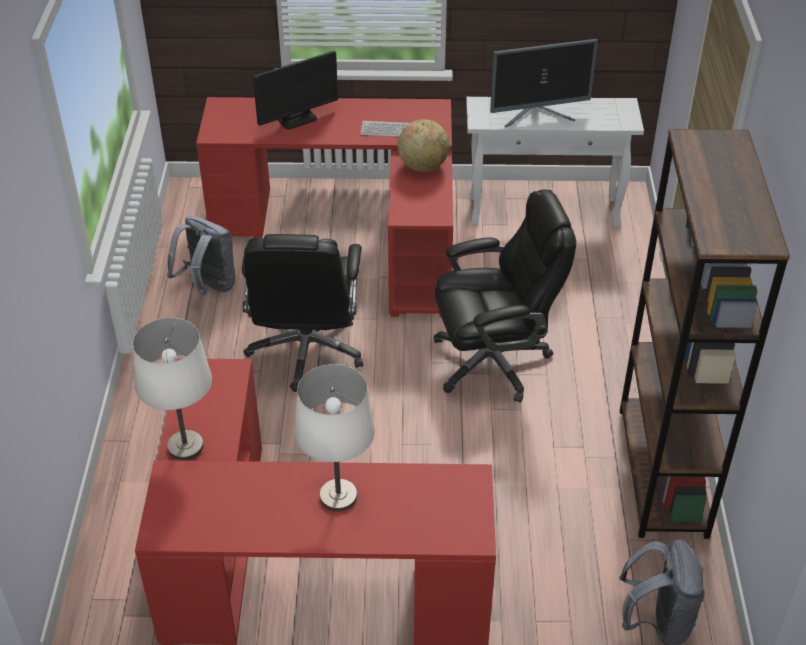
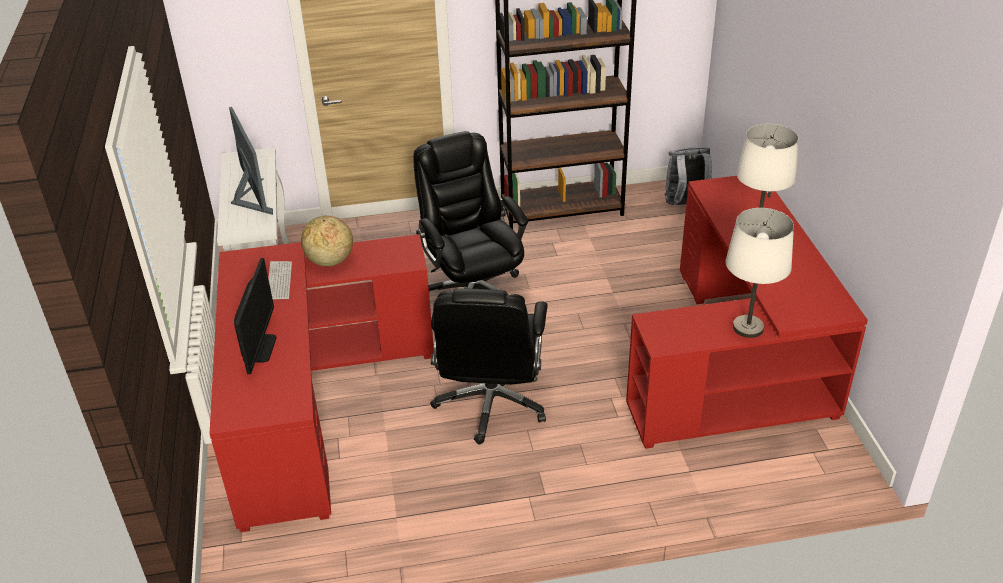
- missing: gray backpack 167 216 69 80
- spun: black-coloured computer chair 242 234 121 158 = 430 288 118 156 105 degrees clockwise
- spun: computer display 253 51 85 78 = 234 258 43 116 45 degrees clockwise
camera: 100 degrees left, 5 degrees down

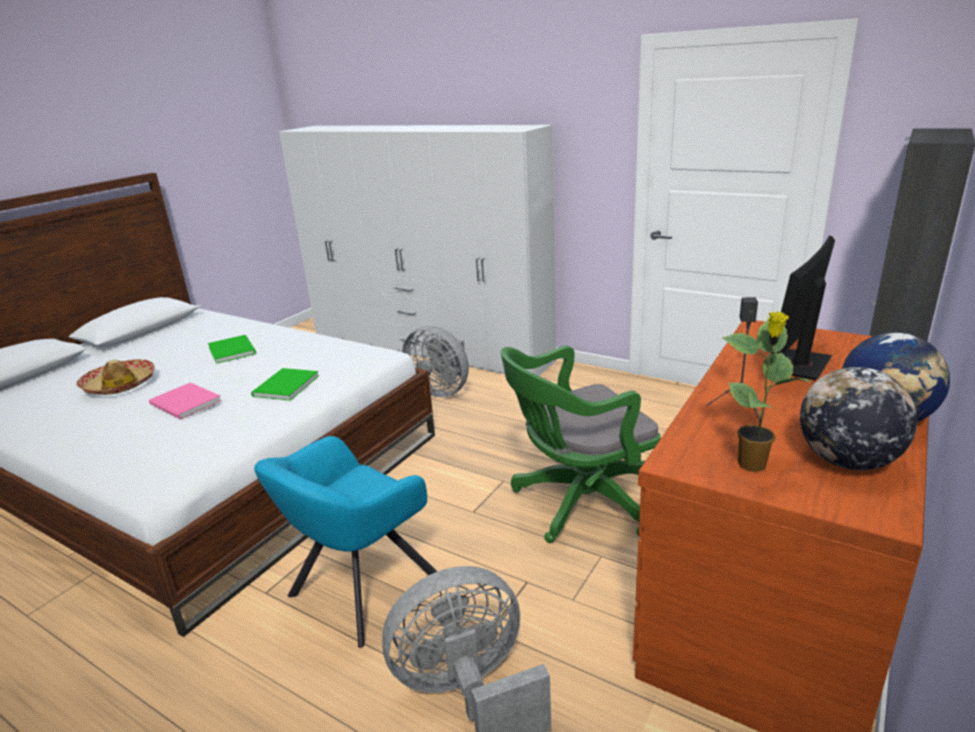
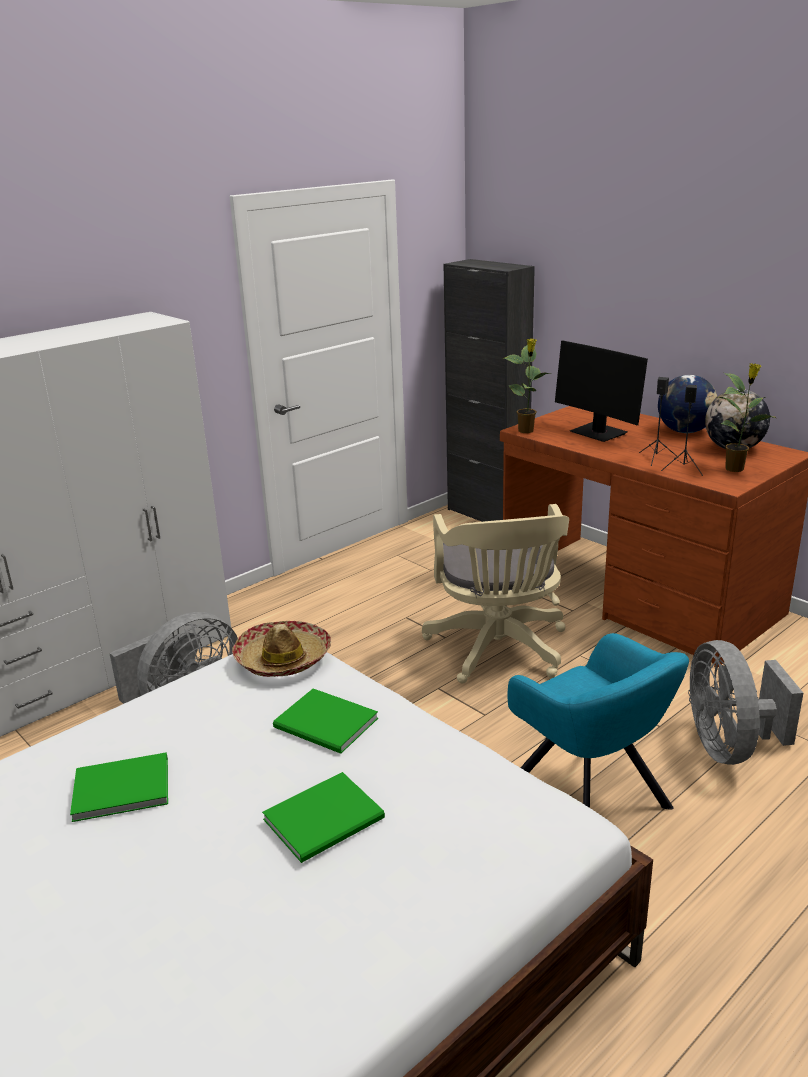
- relocated: clothing hat 76 359 79 36 to 232 621 99 56
- colour: pink-coloured bound book 149 382 73 37 to greenish bound book 262 772 123 91
- colour: greenish computer chair 501 345 160 198 to beige computer chair 422 504 147 180
- appeared: plant in a pot 503 338 47 95
- appeared: black-coloured loudspeaker 661 385 42 91
camera: 75 degrees left, 0 degrees up

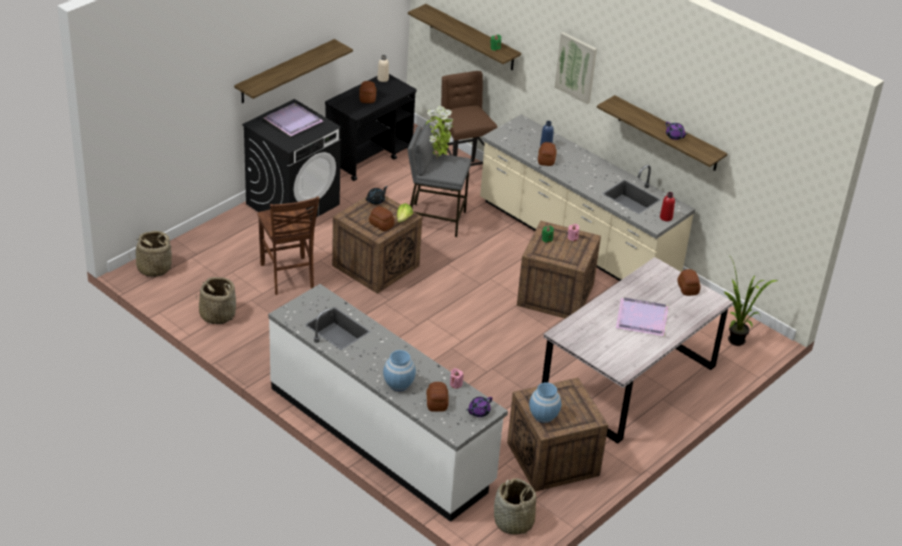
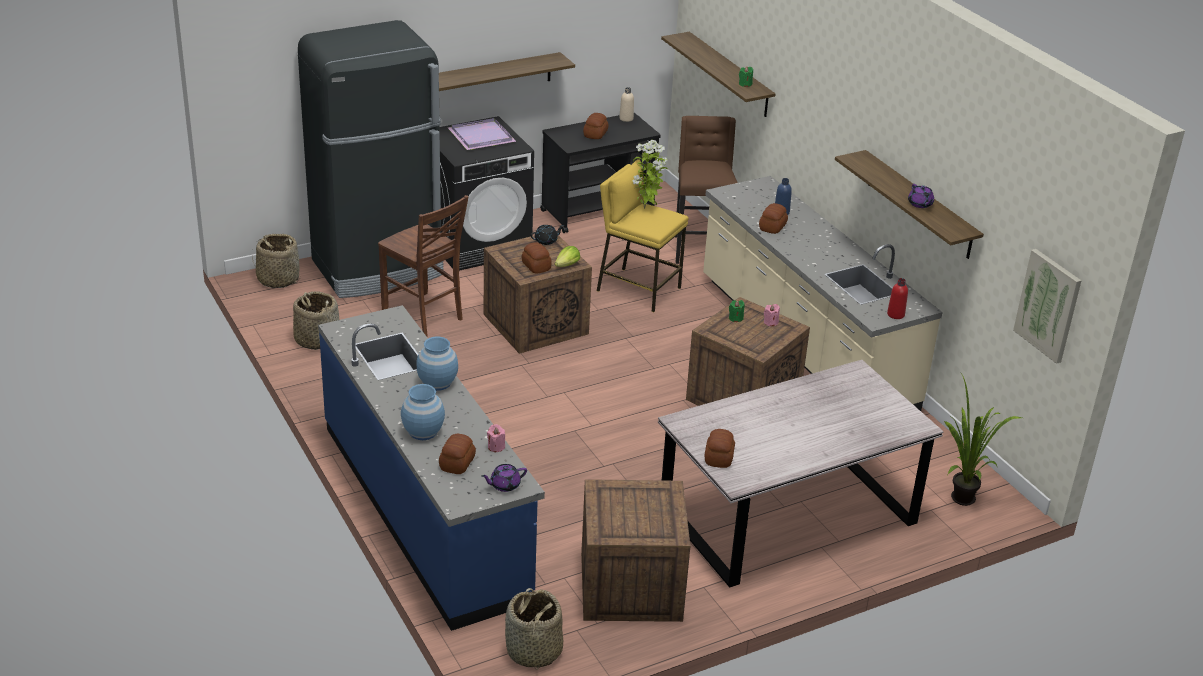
- spun: brownish upright chair 257 196 63 99 = 378 195 91 142 45 degrees counterclockwise
- colour: whitish counter 268 284 240 238 to blue-coloured counter 318 305 227 326
- colour: gray sitting stool 407 121 65 116 to yellowish sitting stool 597 159 92 153
- relocated: blue-coloured decorative vase 529 383 32 40 to 417 336 41 55
- relocated: wall art 555 32 42 72 to 1013 249 69 115
- missing: purple-coloured tray 616 298 53 38
- relocated: bakery bread 677 269 24 27 to 704 429 31 39
- appeared: black-coloured fridge 298 20 145 278
camera: 20 degrees right, 5 degrees down

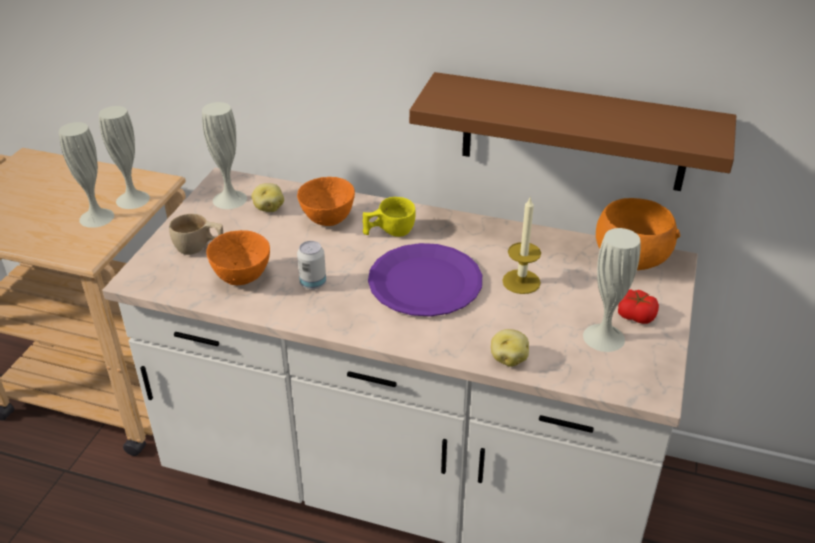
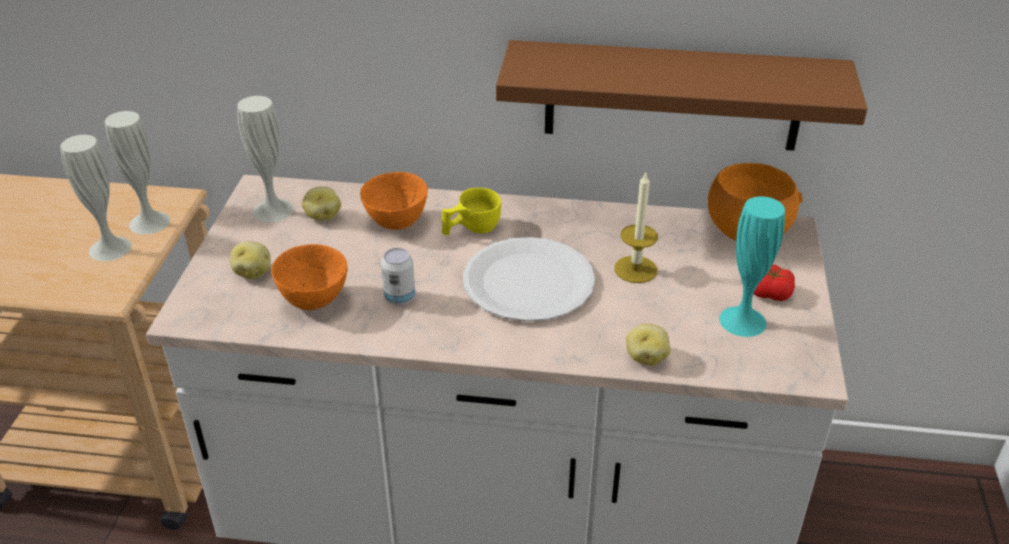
- exchanged: beige cup 169 214 54 41 to whole potato 230 241 41 38
- colour: purple-coloured flat dish 368 243 114 74 to whitish flat dish 463 237 132 84
- colour: whitish decorative vase 583 228 57 124 to turquoise decorative vase 719 196 66 141
camera: 10 degrees left, 0 degrees up

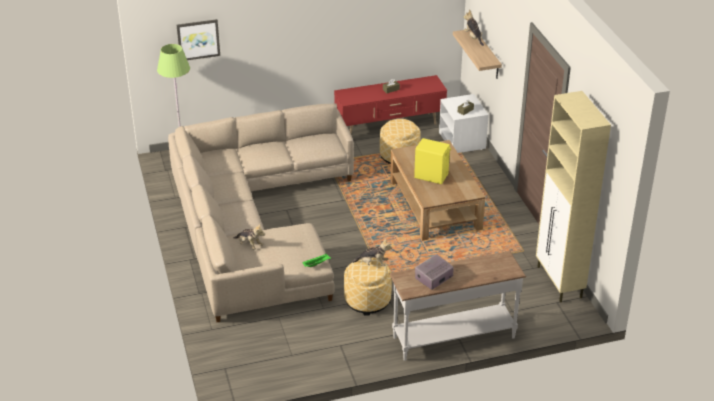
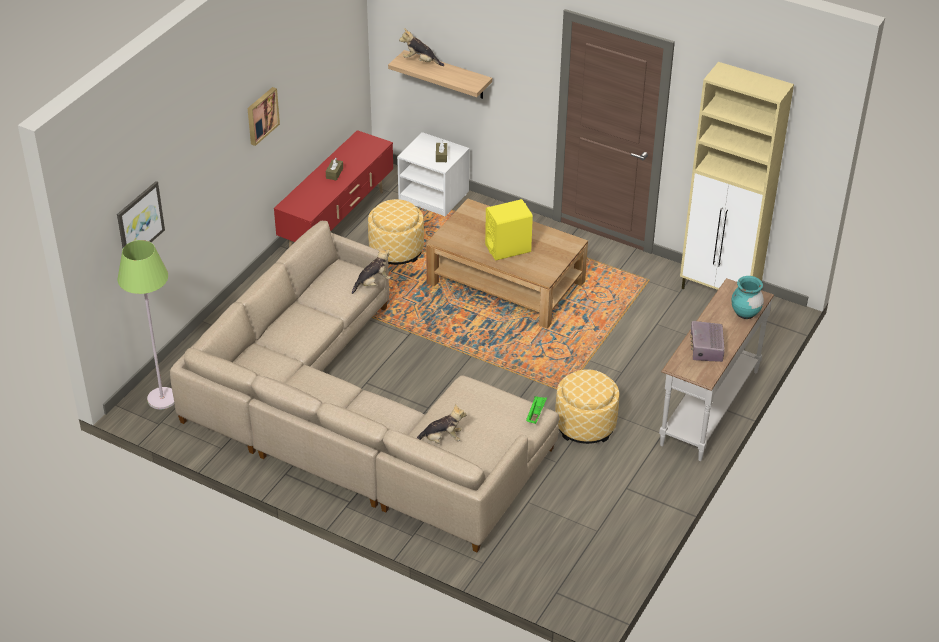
- relocated: soft toy 352 239 40 27 to 352 246 39 48
- appeared: wall art 248 87 32 59
- appeared: turquoise decorative vase 731 276 33 43
camera: 45 degrees left, 5 degrees up

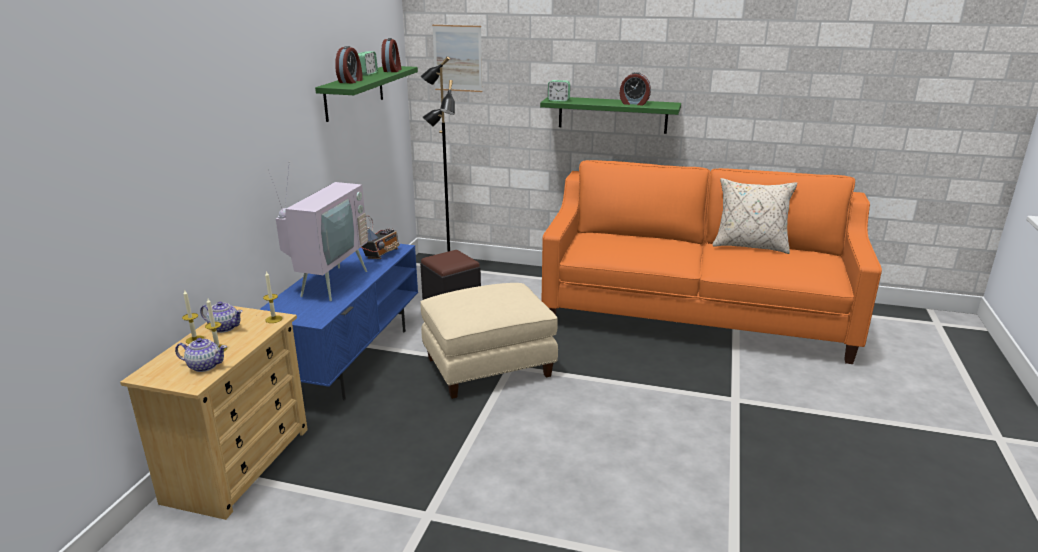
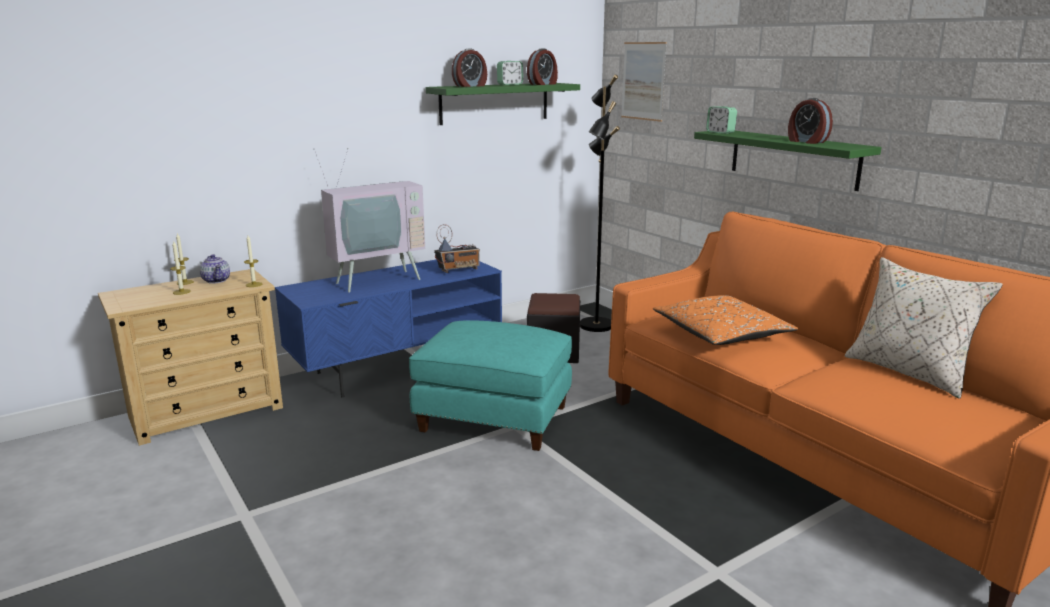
- missing: tea pot 175 338 52 34
- colour: beige pouffe 421 283 137 116 to turquoise pouffe 409 320 163 131
- appeared: orange cushion 653 295 145 50
camera: 40 degrees right, 5 degrees down

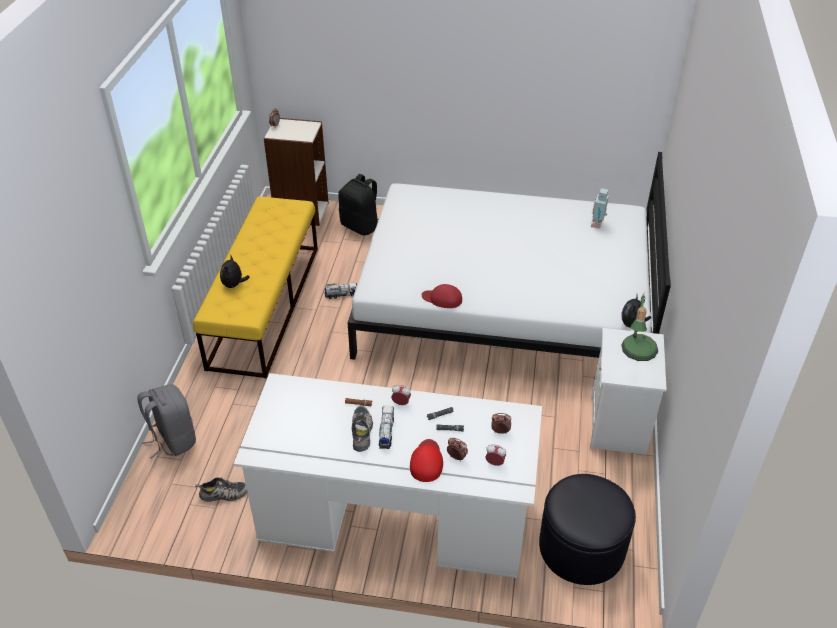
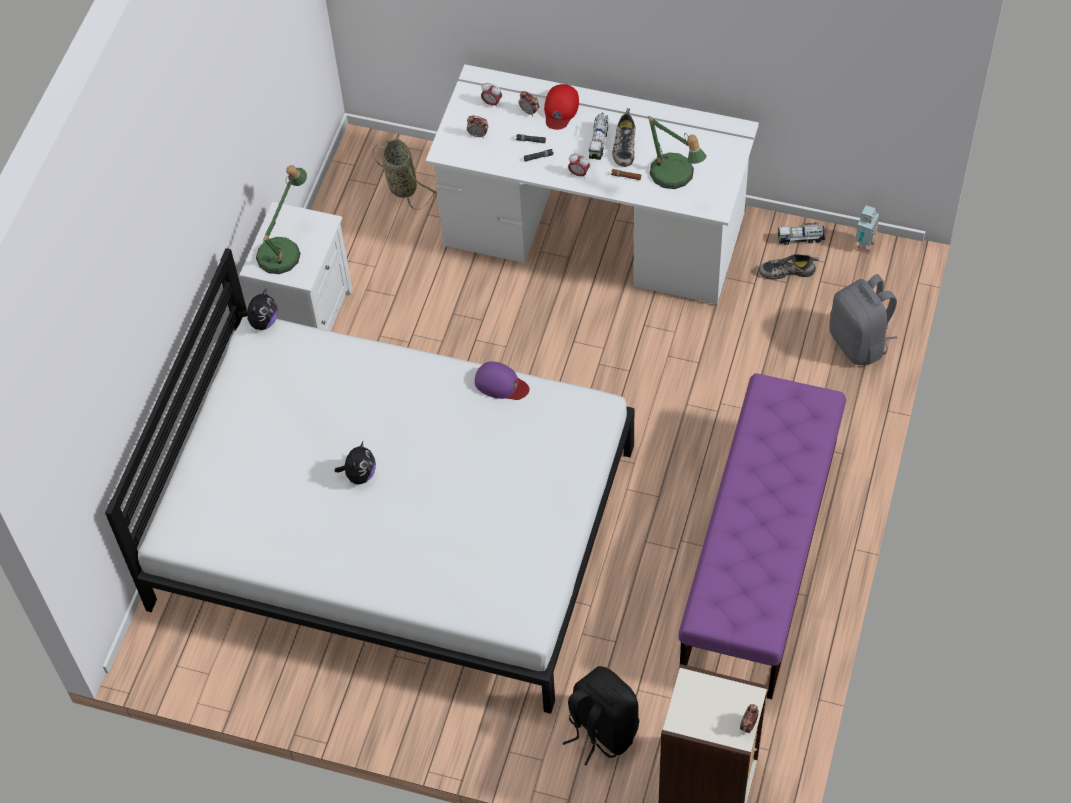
- colour: yellowish bench 193 196 125 182 to purple-coloured bench 679 373 167 326
- relocated: soft toy 220 256 30 33 to 335 442 41 42
- relocated: toy lorry 324 282 33 17 to 778 223 47 22
- colour: red-coloured baseball cap 422 284 40 24 to purple-coloured baseball cap 475 361 55 39
- exchanged: black-coloured pouffe 539 474 97 111 to storage basket 373 139 64 71
- relocated: toy robot 591 188 18 41 to 855 205 24 49
- appeared: lamp for a table 648 116 59 73
camera: 170 degrees left, 15 degrees up

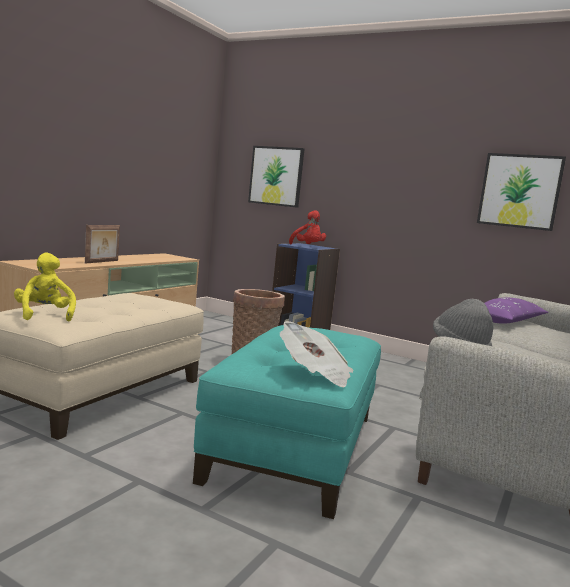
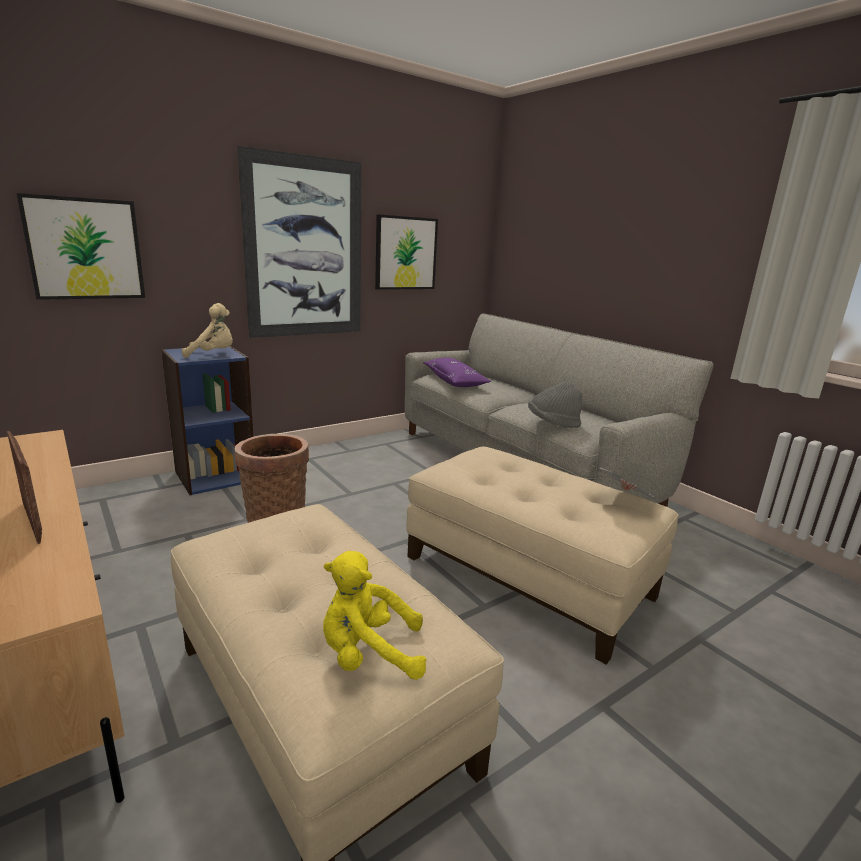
- colour: turquoise pouffe 193 325 188 194 to beige pouffe 406 446 273 218
- colour: red-coloured soft toy 289 210 37 34 to beige soft toy 182 303 51 55
- appeared: wall art 237 146 125 192
camera: 65 degrees left, 10 degrees up

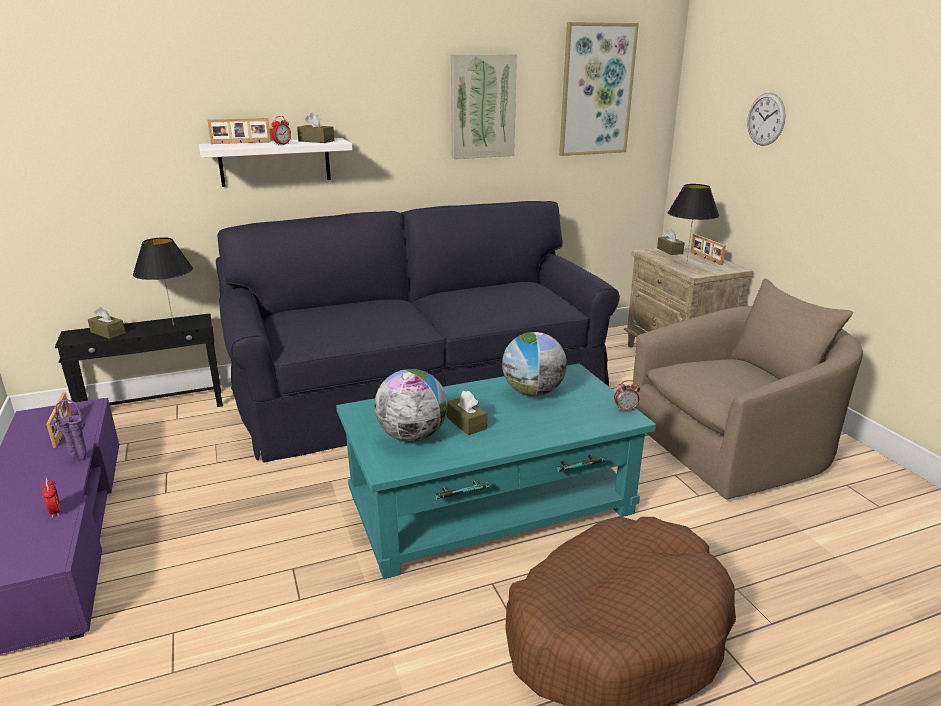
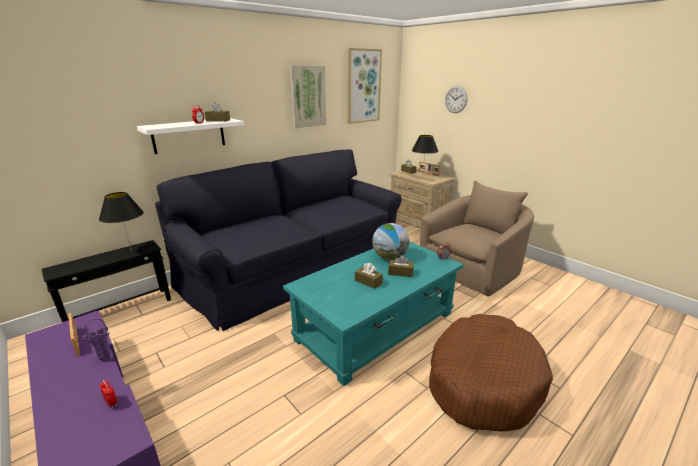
- relocated: brownish tissue box 88 307 38 32 to 388 255 26 22
- missing: picture frame 207 118 64 26
- missing: desk globe 374 369 74 73
camera: 20 degrees left, 0 degrees up

